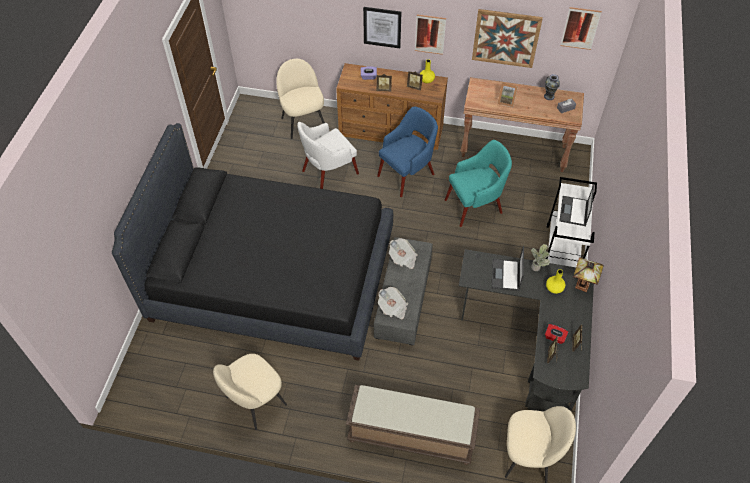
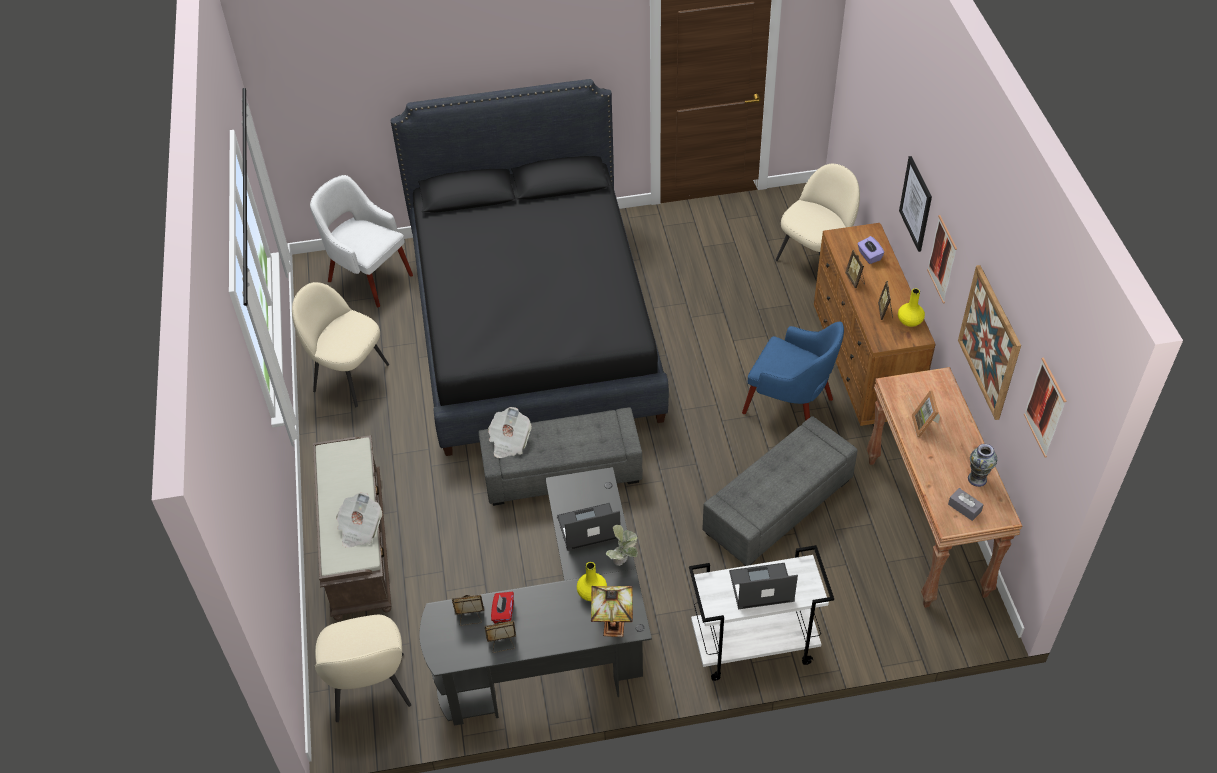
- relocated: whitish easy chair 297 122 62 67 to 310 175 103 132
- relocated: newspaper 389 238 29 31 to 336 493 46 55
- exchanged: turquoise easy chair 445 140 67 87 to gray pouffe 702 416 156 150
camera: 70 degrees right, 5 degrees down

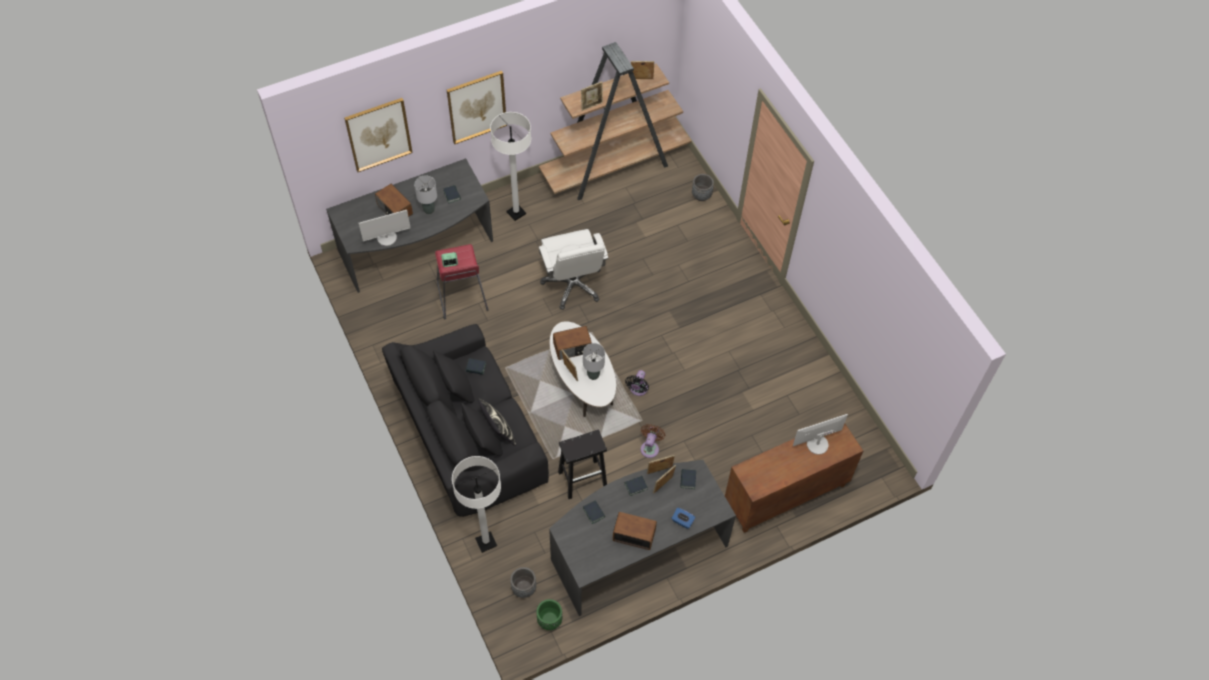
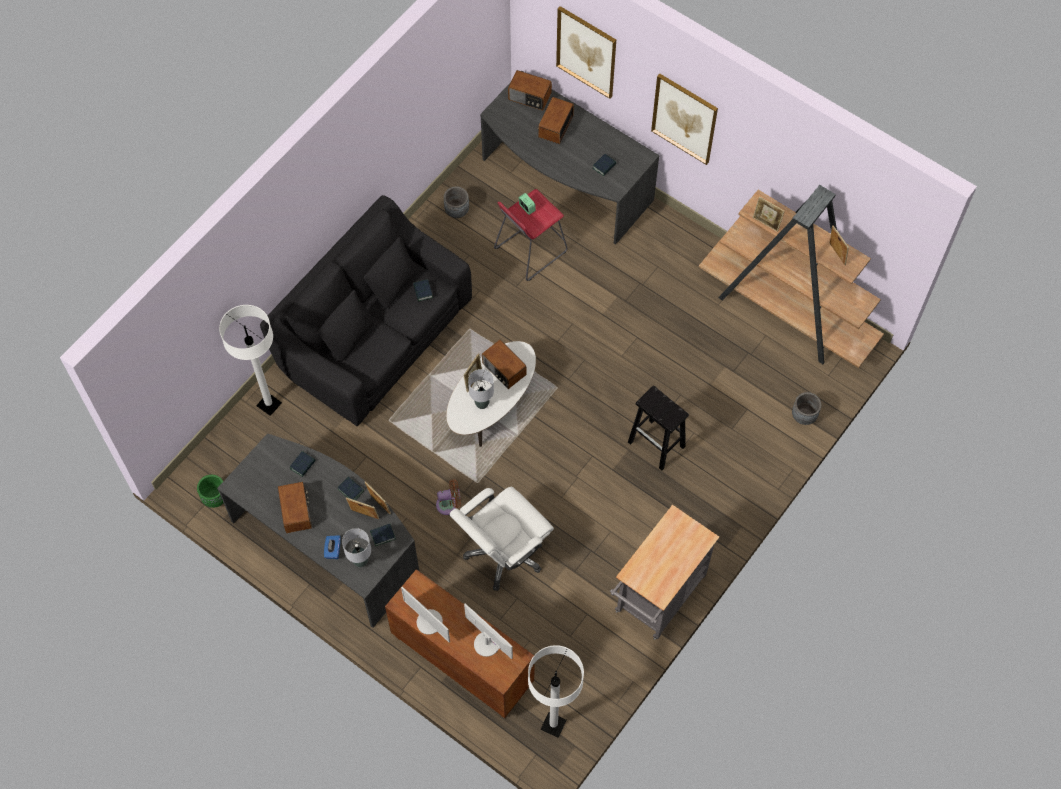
- relocated: computer display 359 210 52 36 to 401 587 49 55
- relocated: gray lamp for a table 414 175 23 39 to 342 528 29 39
- missing: cushion 478 399 38 47
- relocated: whitish standard lamp 490 112 41 109 to 528 645 56 93
- relocated: gray planter 510 567 26 31 to 444 186 25 32
- relocated: whitish computer chair 539 229 69 81 to 449 487 105 104
- relocated: black-coloured sitting stool 558 430 49 69 to 628 385 61 86
- missing: black-coloured fan 625 370 24 26
- appeared: radio set 508 70 44 40
- appeared: gray trolley 610 505 109 135
camera: 65 degrees right, 5 degrees up

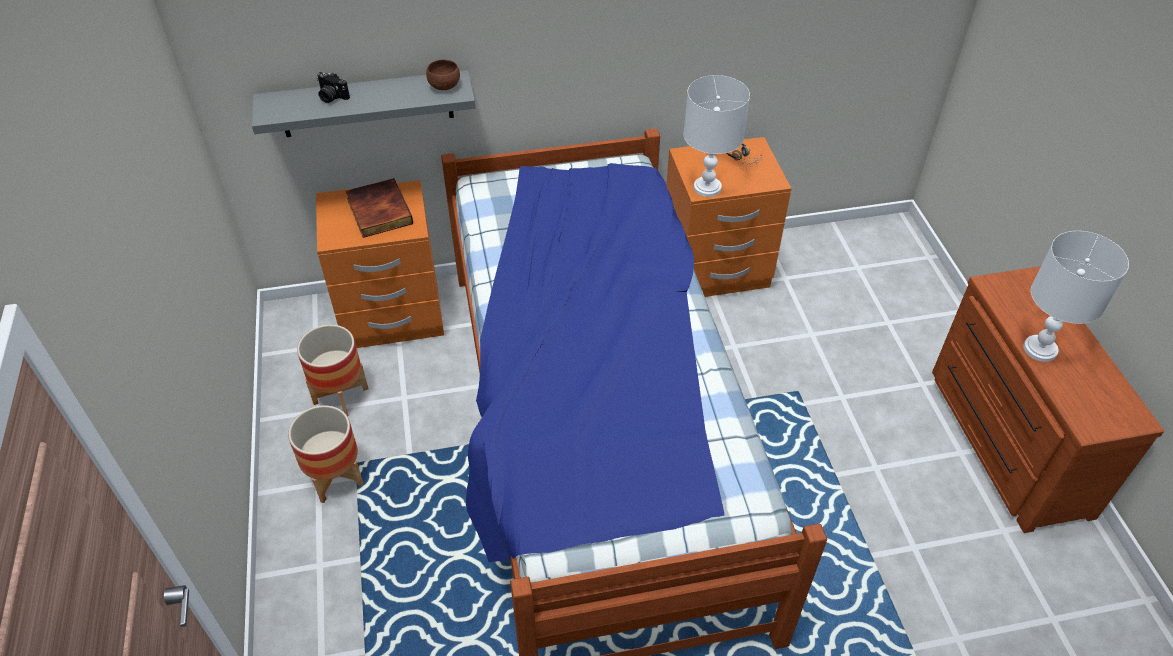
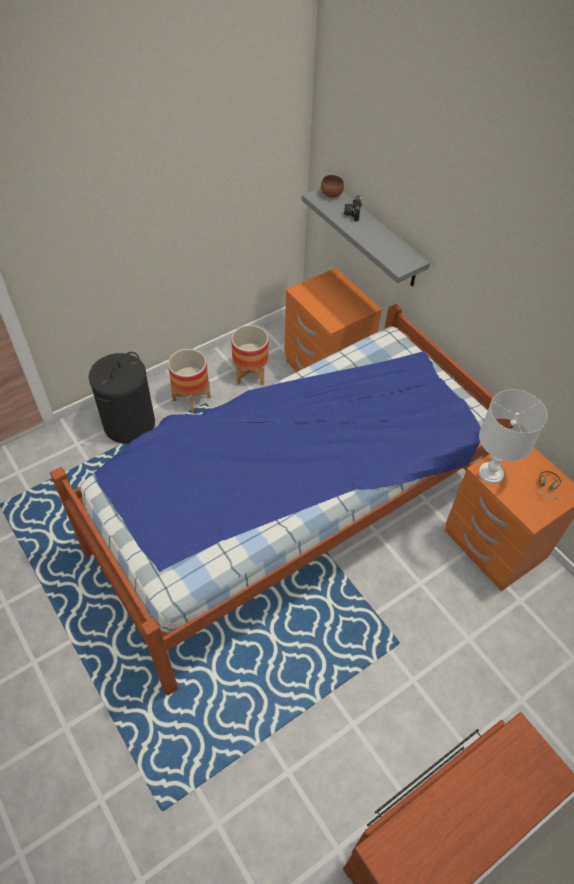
- missing: bound book 346 178 67 60
- relocated: brownish bowl 426 60 34 30 to 321 175 23 23
- missing: whitish lamp for a table 1023 231 106 131
- appeared: black-coloured hamper 89 352 66 92
camera: 65 degrees right, 5 degrees up

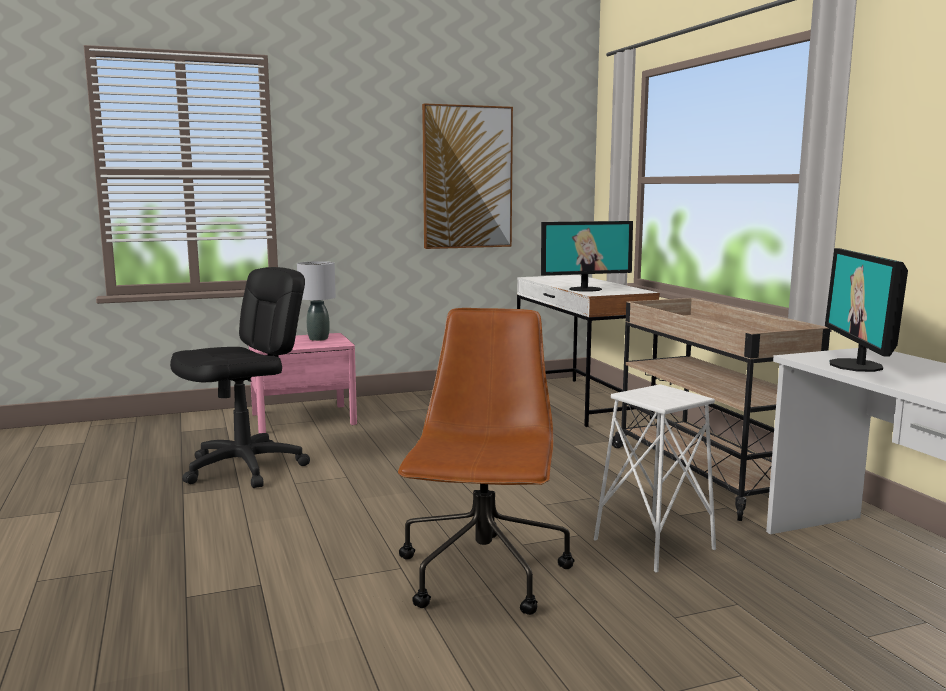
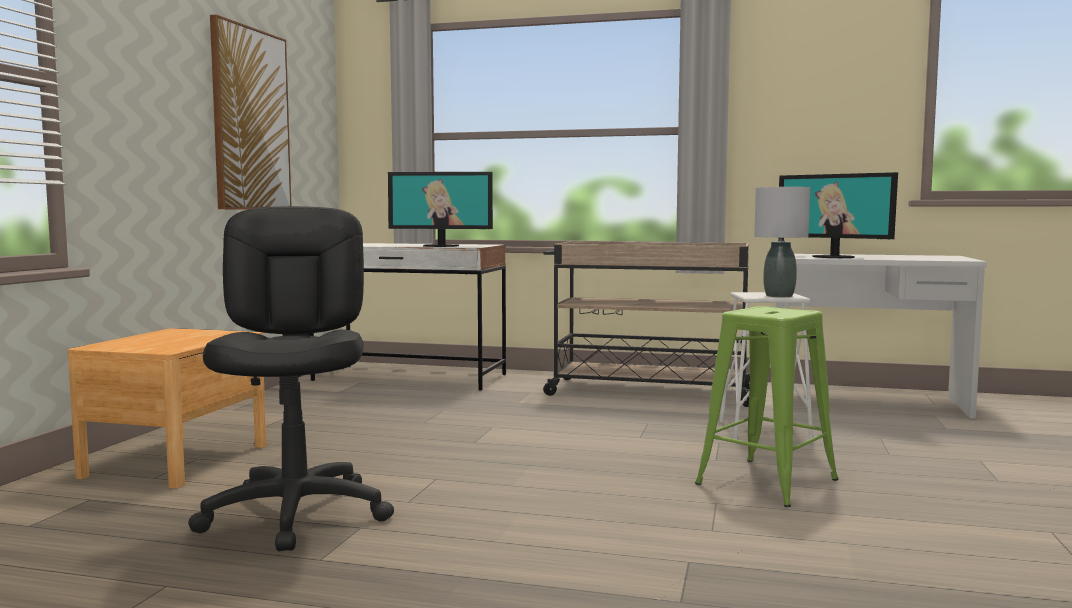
- colour: pink-coloured bedside table 249 333 108 100 to brownish bedside table 68 328 198 160
- relocated: gray lamp for a table 297 261 39 80 to 754 187 56 110
- exchanged: brownish computer chair 398 308 177 307 to greenish sitting stool 695 306 143 201
- spun: computer display 541 221 92 71 = 388 172 105 75 75 degrees clockwise
camera: 55 degrees left, 5 degrees down

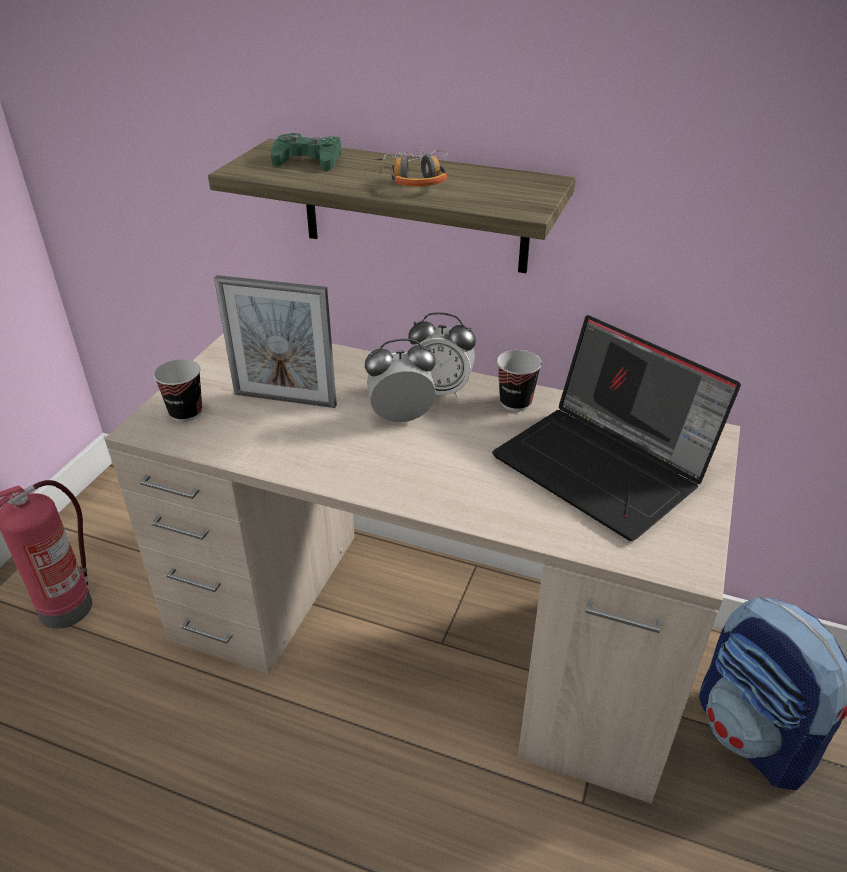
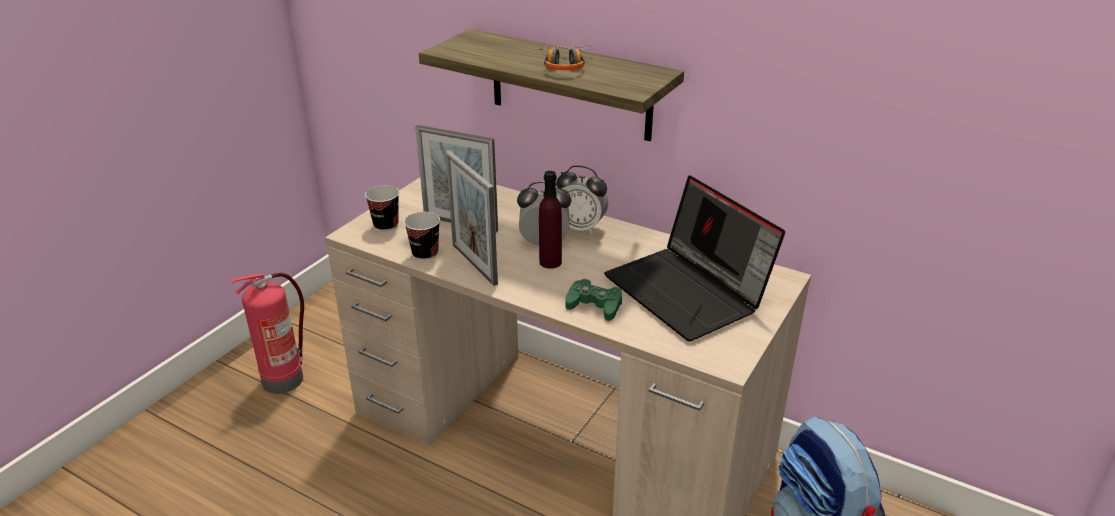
- relocated: greenish gamepad 271 133 71 39 to 565 279 57 42
- relocated: cup 497 350 45 61 to 404 212 36 49
- appeared: picture frame 446 151 52 135
- appeared: purple-coloured beverage bottle 539 171 23 98
camera: 10 degrees right, 5 degrees down

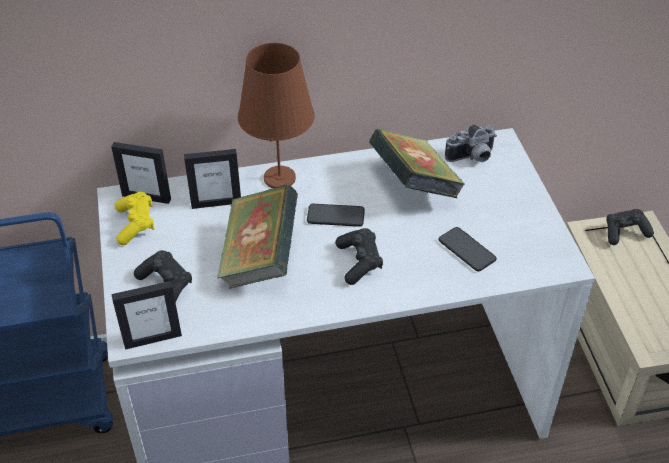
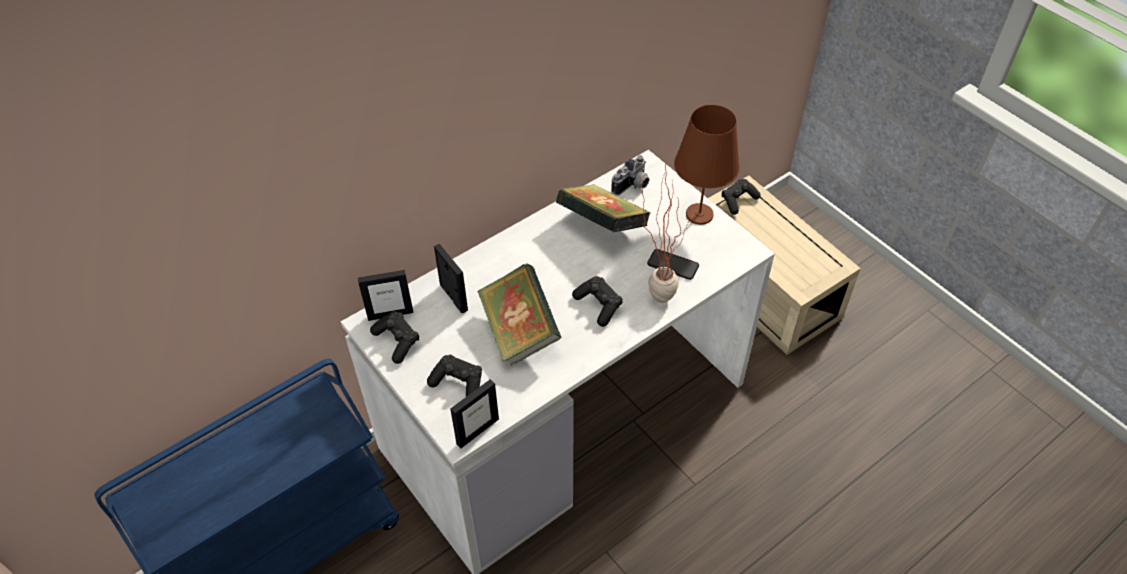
- colour: yellowish gamepad 115 192 40 53 to black-coloured gamepad 370 311 49 53
- spun: picture frame 184 149 57 60 = 434 244 34 69 90 degrees counterclockwise
- relocated: brownish lamp for a table 238 43 77 145 to 674 105 66 120
- missing: handset 307 204 58 23
- appeared: plant in a pot 640 164 48 139
camera: 25 degrees left, 5 degrees up

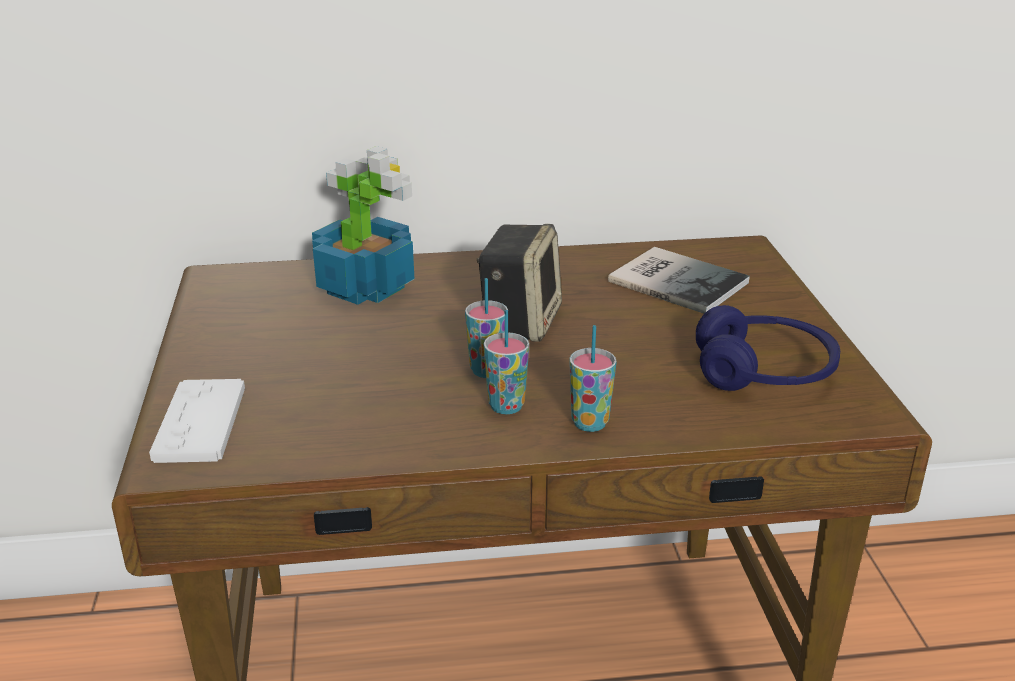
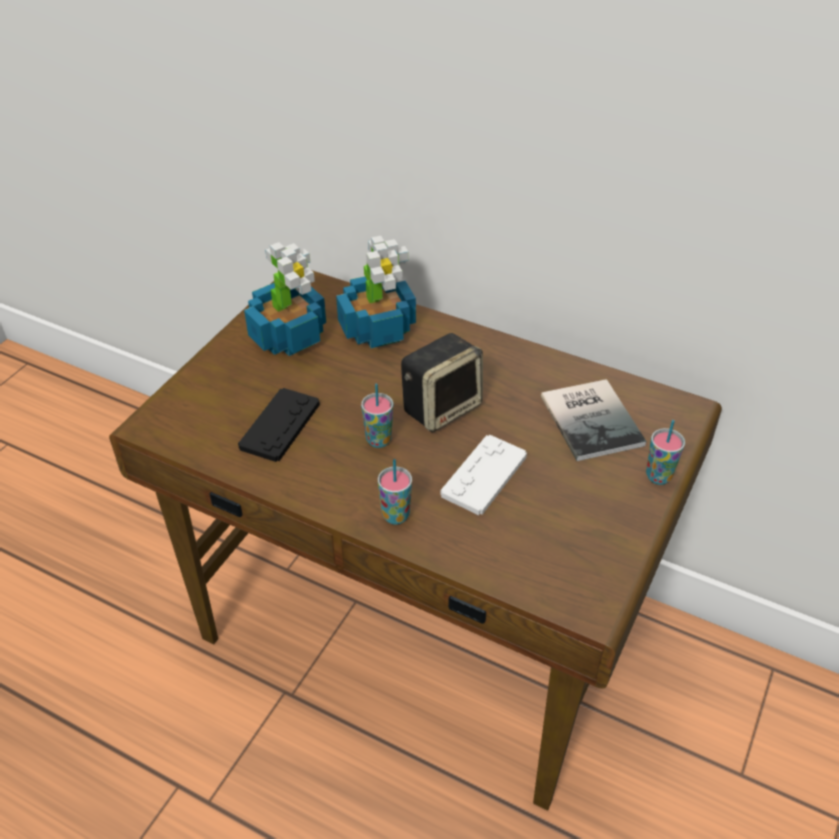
- relocated: whitish gamepad 149 379 96 84 to 441 435 86 80
- relocated: cup 484 310 45 104 to 646 420 39 65
- missing: blue-coloured pair of headphones 696 305 144 86
- appeared: black-coloured gamepad 238 388 82 74
- appeared: plant in a pot 244 242 82 114
camera: 35 degrees right, 15 degrees up

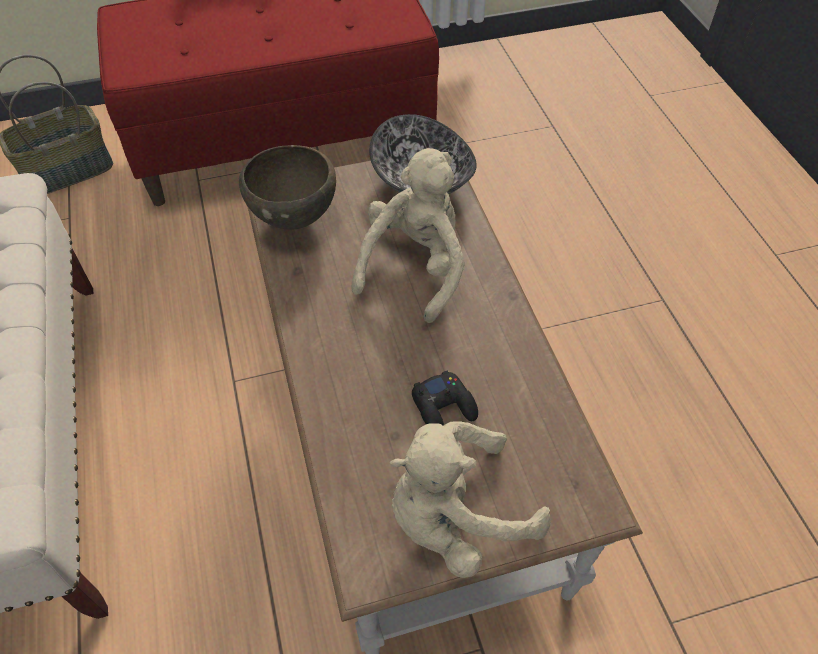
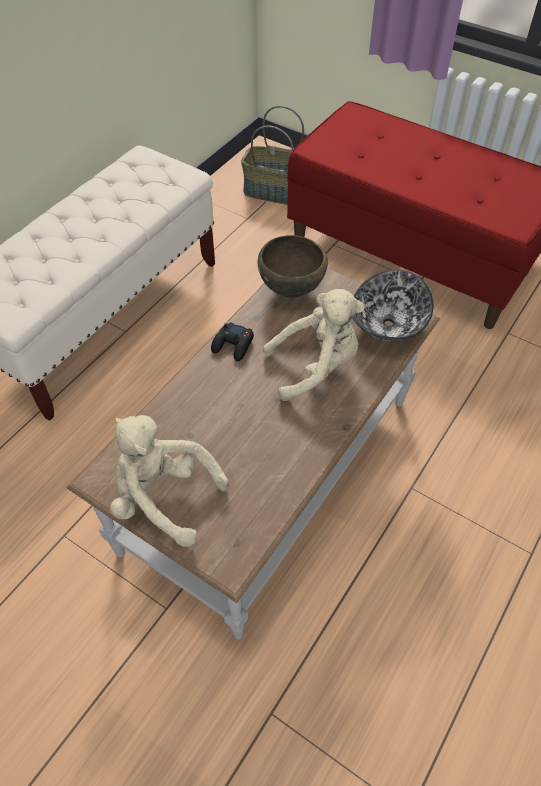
- relocated: black-coloured gamepad 412 371 66 55 to 211 322 43 39
camera: 50 degrees right, 0 degrees up

